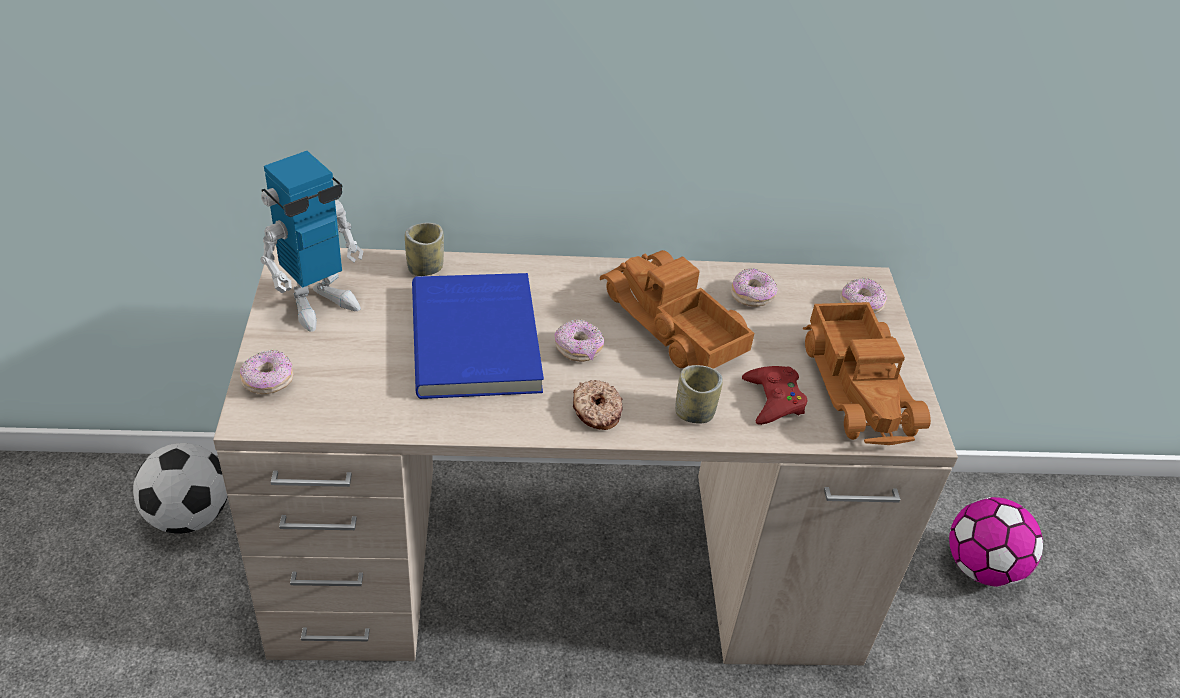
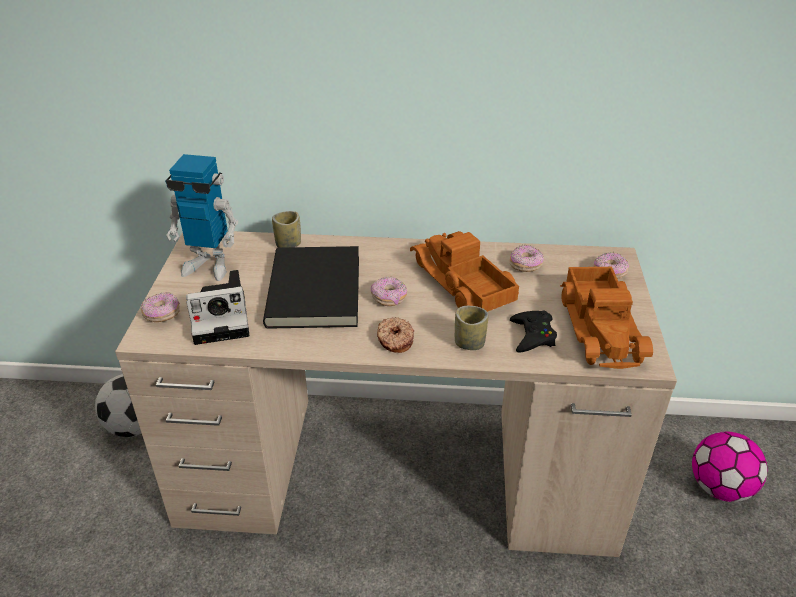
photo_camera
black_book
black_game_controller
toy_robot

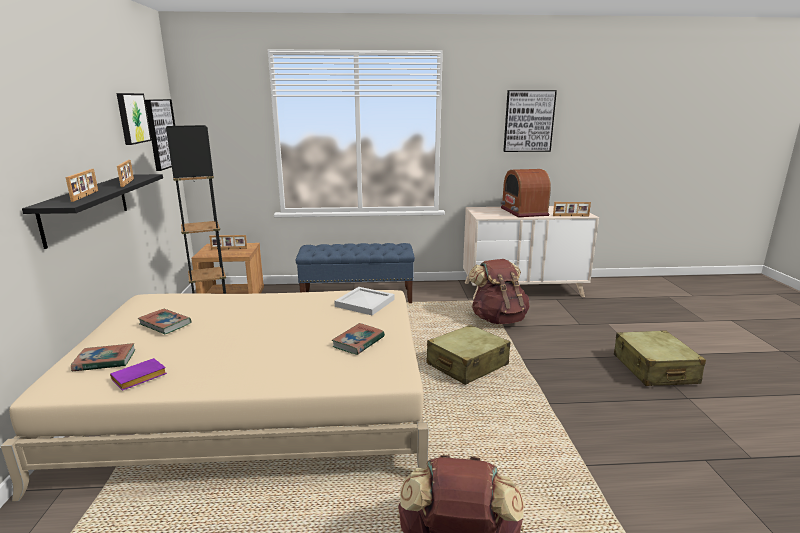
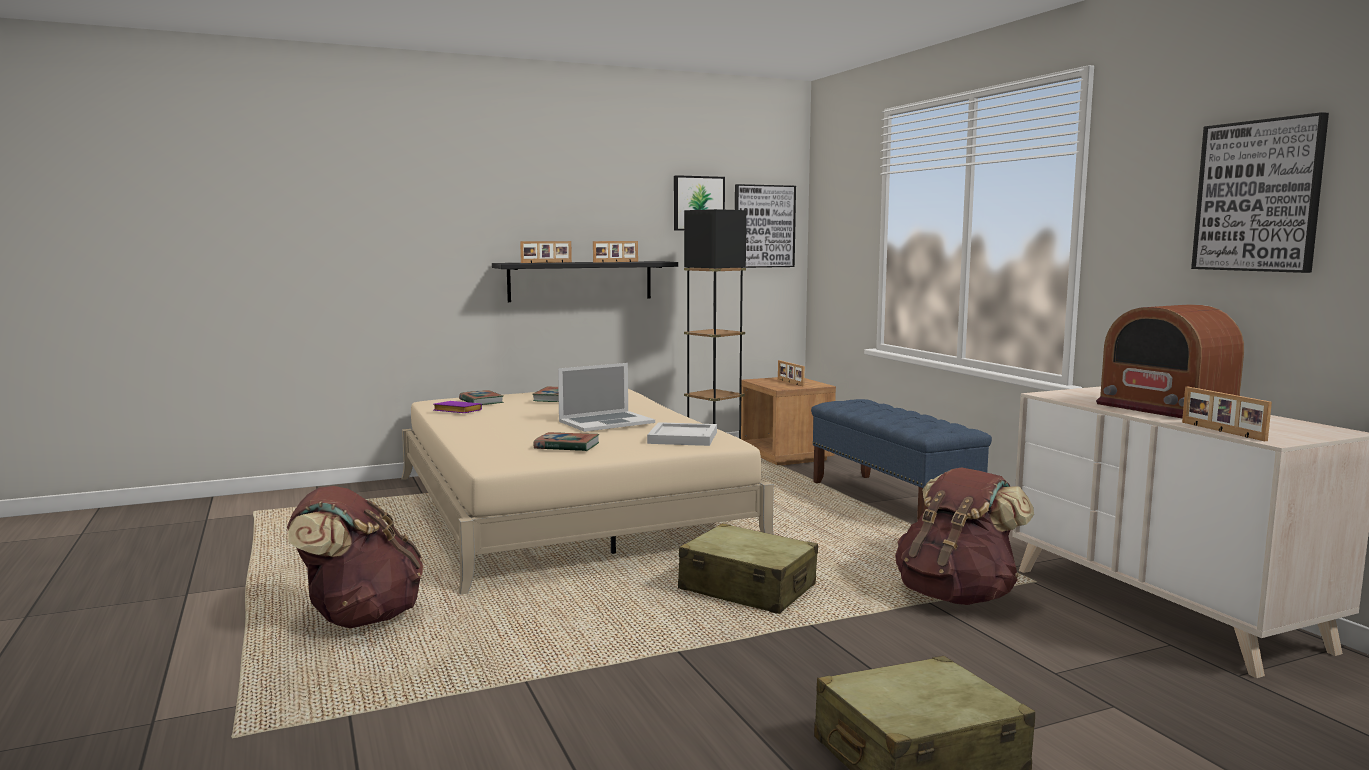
laptop
radio

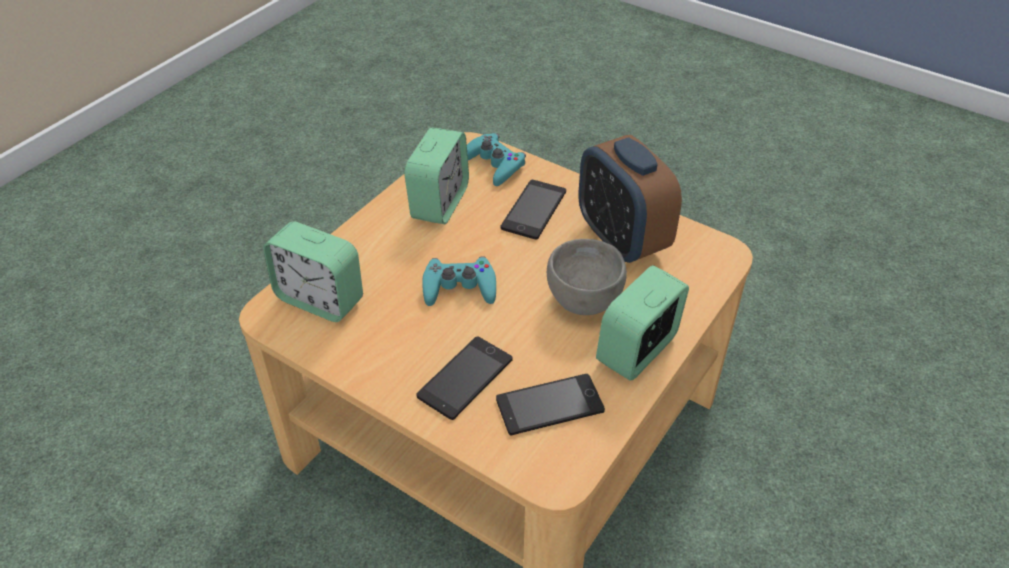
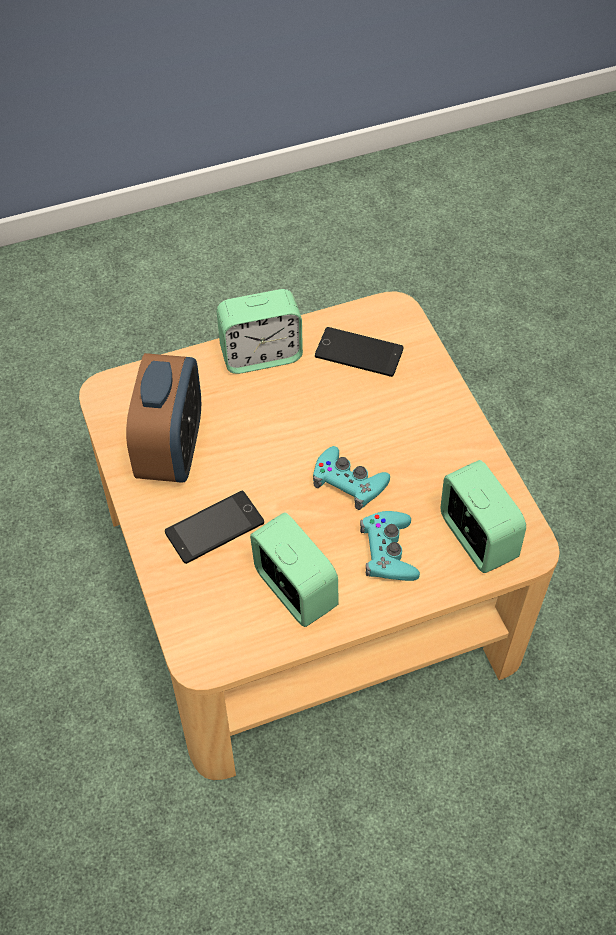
phone (1st from left in the first image)
grey_bowl
turquoise_game_controller (2nd from left)
alarm_clock (3rd from left)

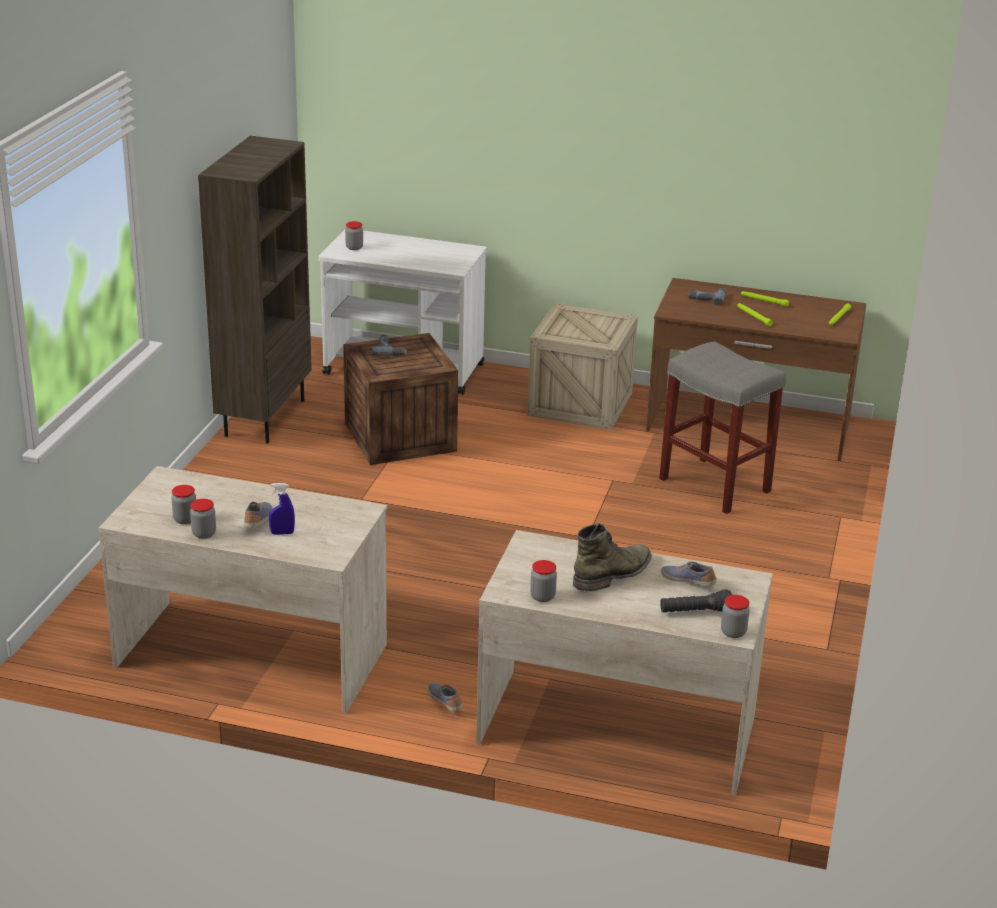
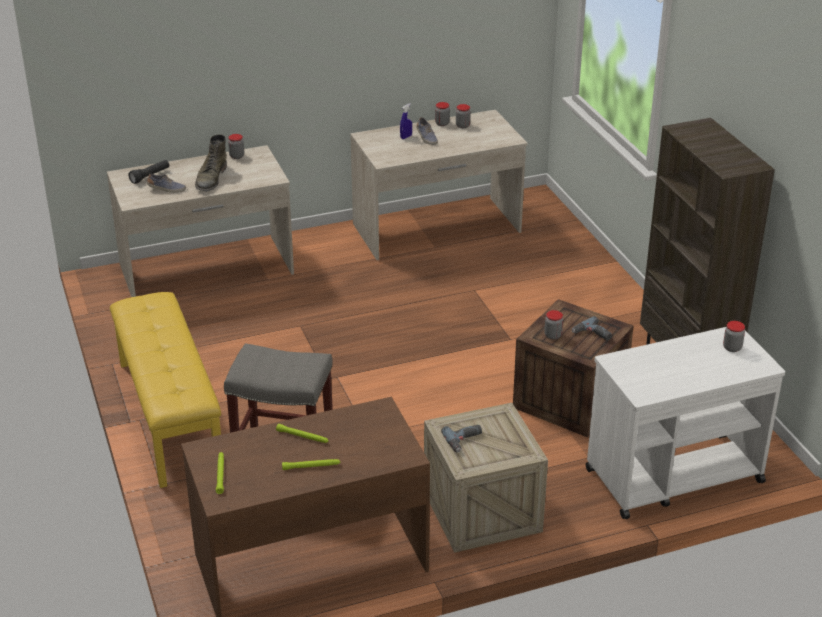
shoe (2nd from left in the first image)
yellow_bench
power_drill (1st from left)
jar (4th from left)

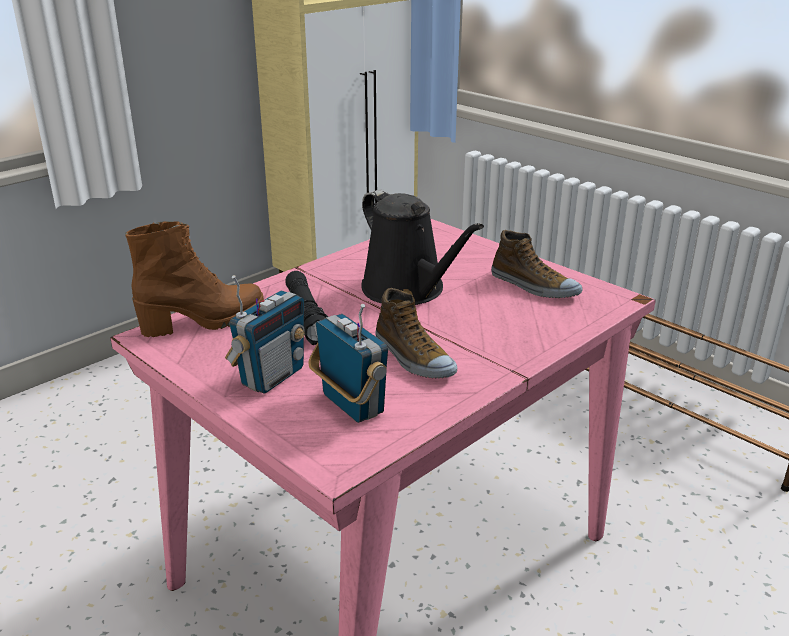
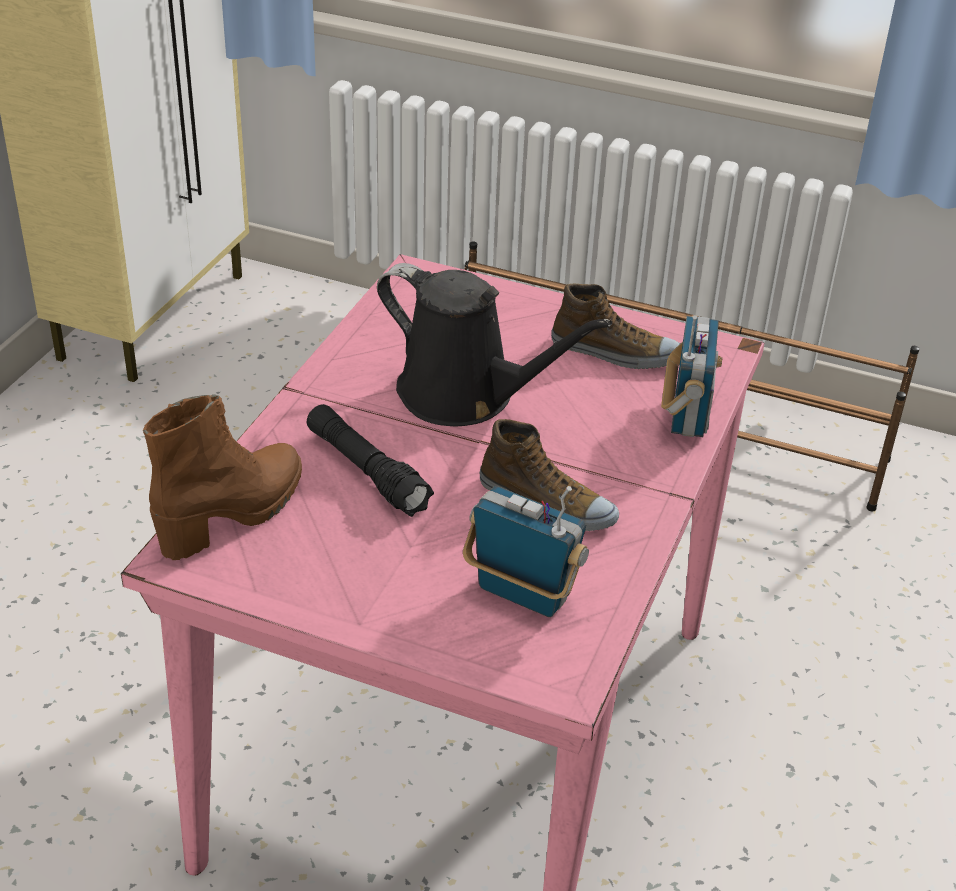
radio (2nd from left)

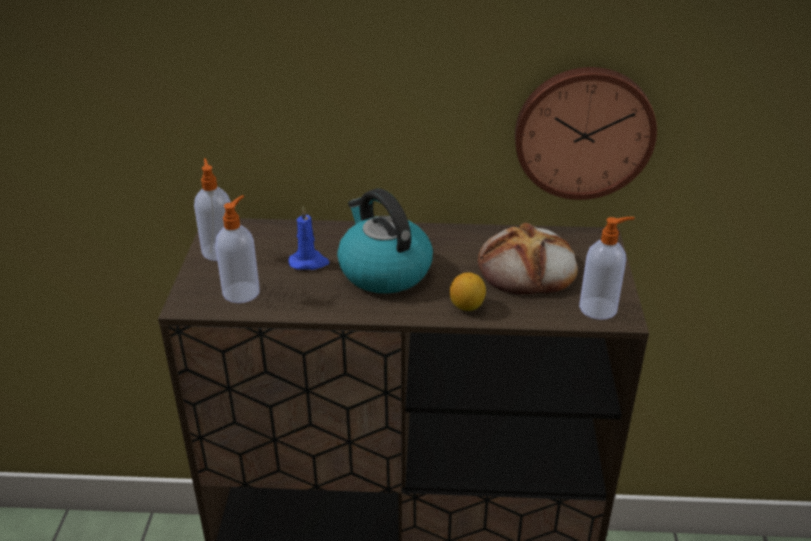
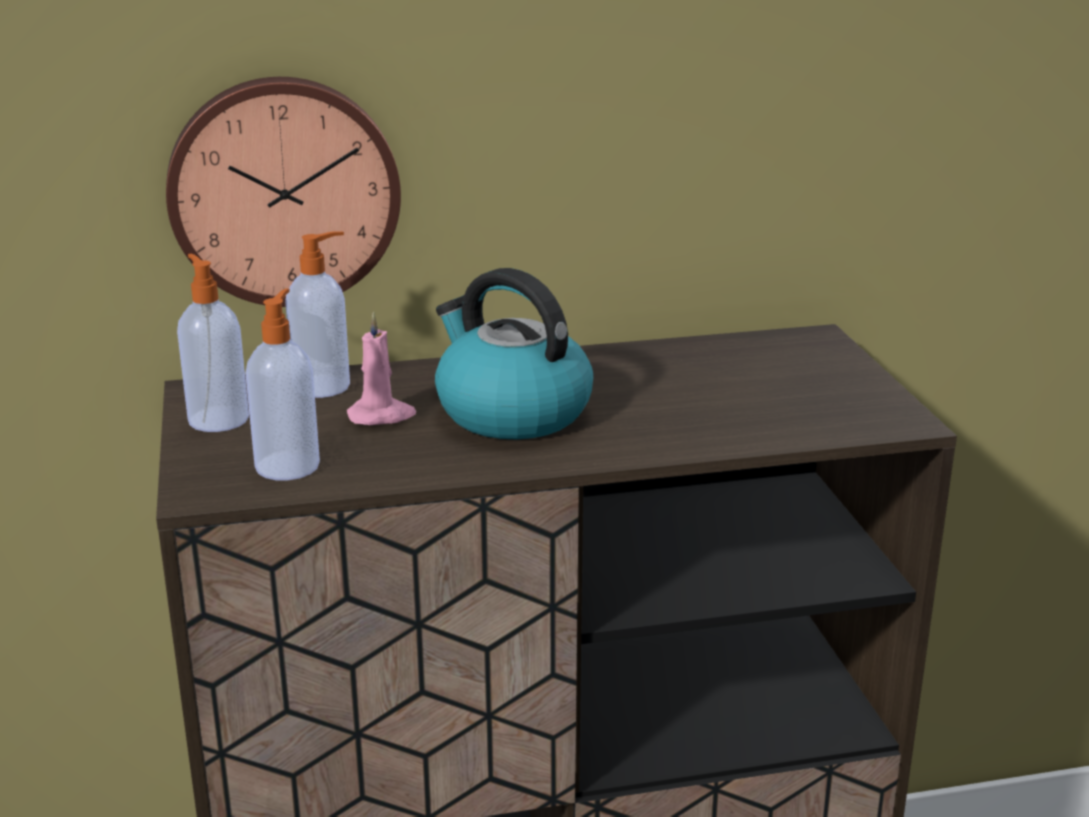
lemon
bread
wall_clock
soap_dispenser (3rd from left)
pink_candle

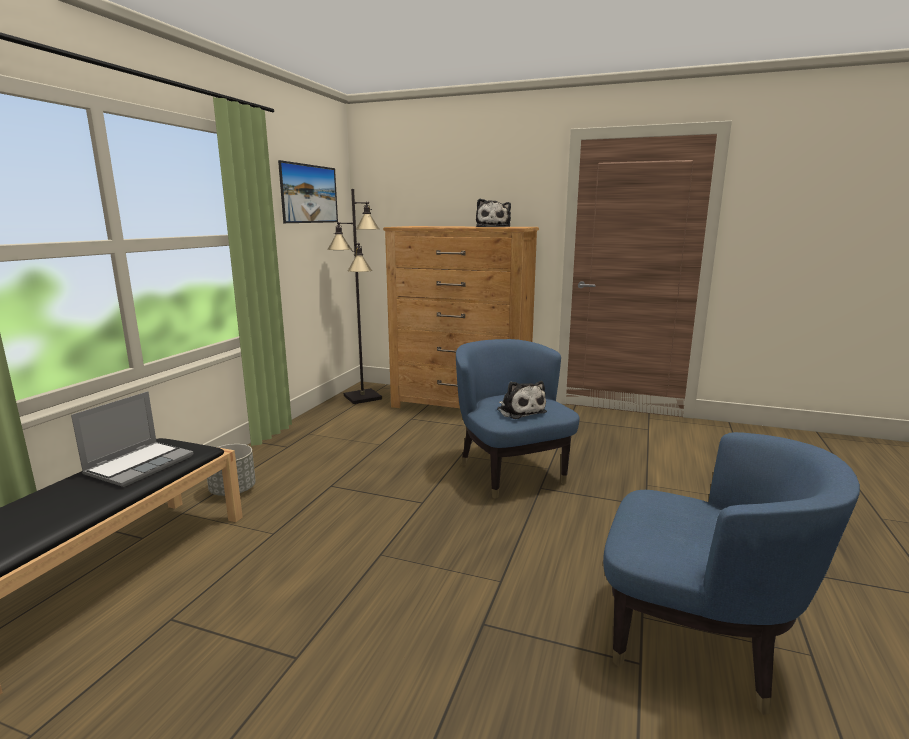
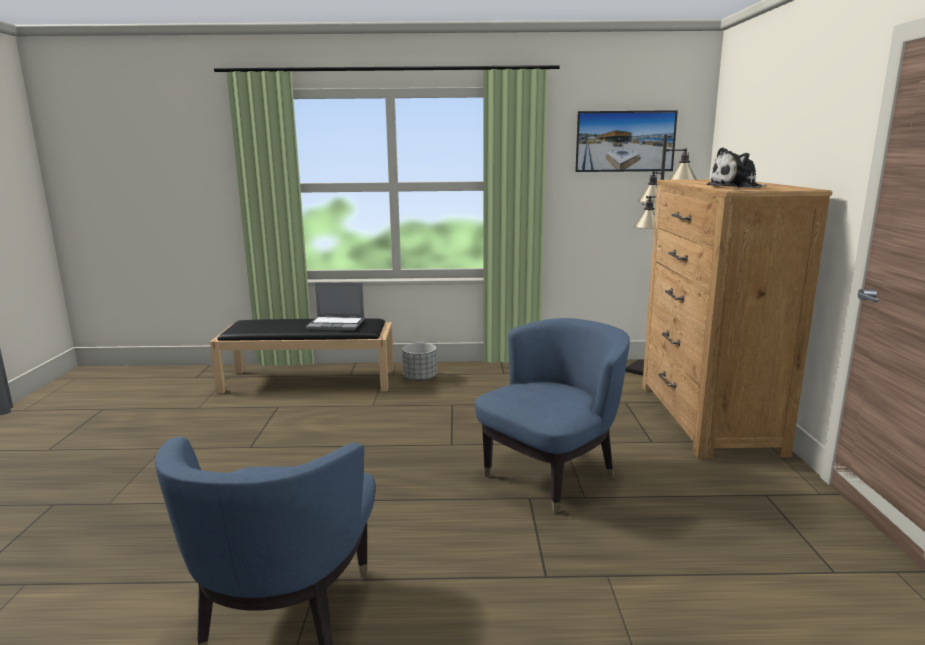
plush_toy (2nd from left in the first image)

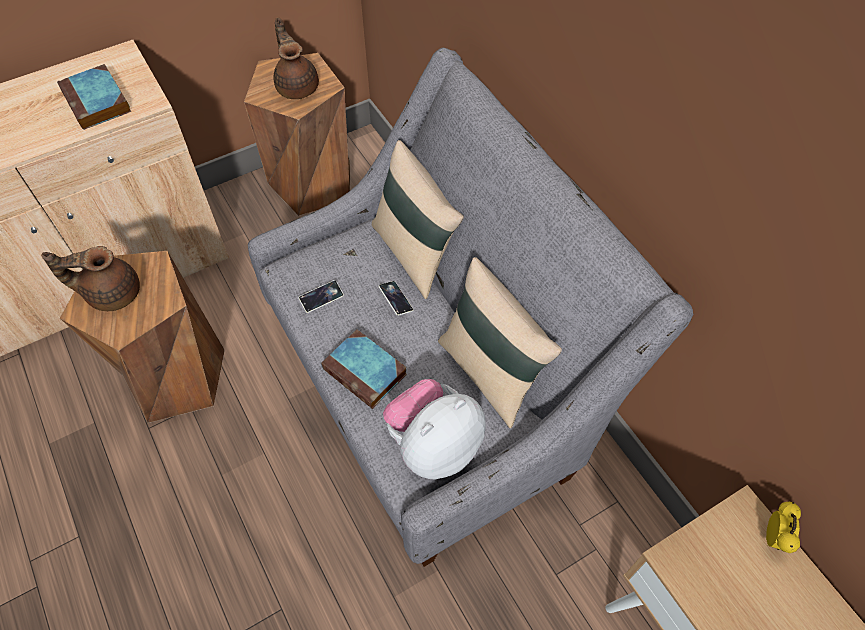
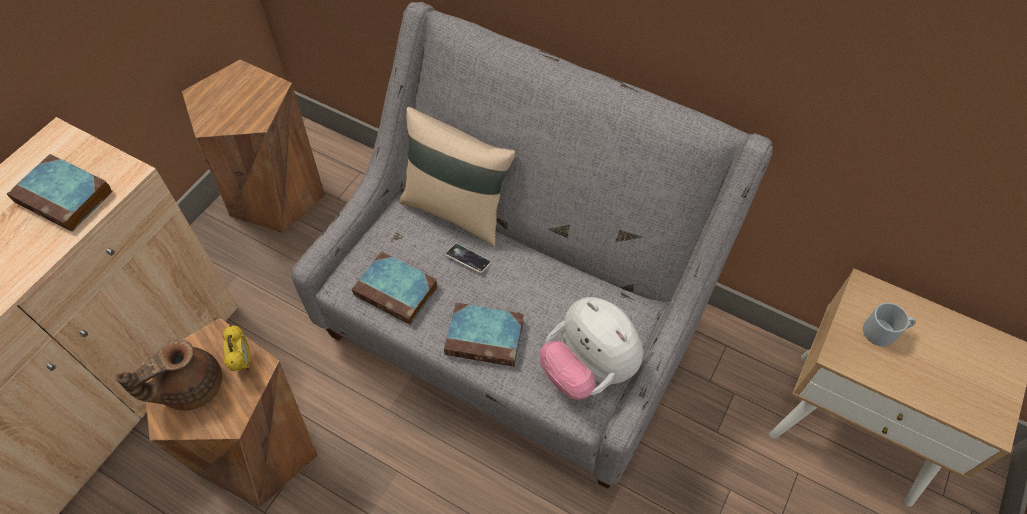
brown_teapot (2nd from left in the first image)
beige_pillow (2nd from left in the first image)
grey_mug
alarm_clock
book (2nd from left)
plush_toy

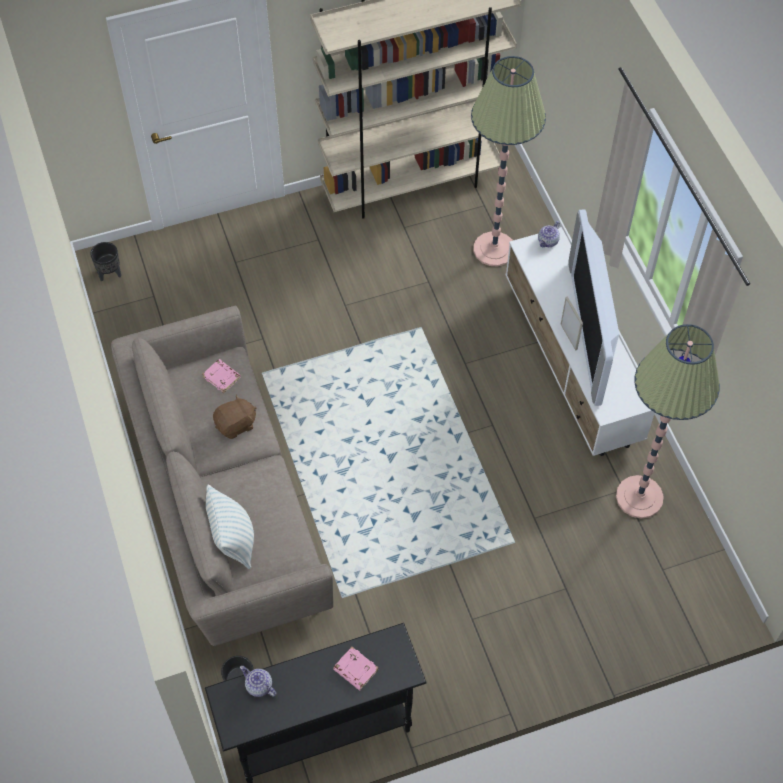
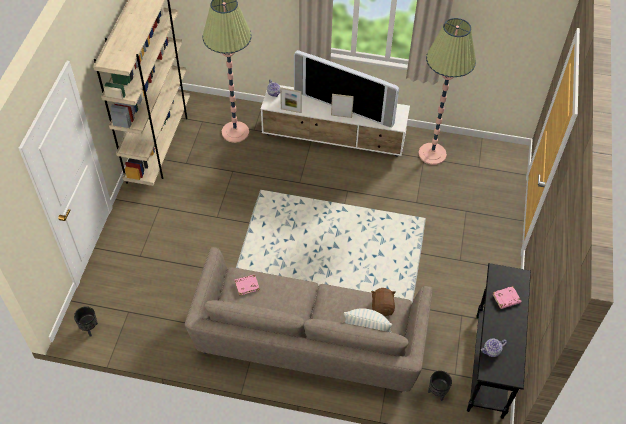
picture_frame (1st from left)
brown_plush_toy

